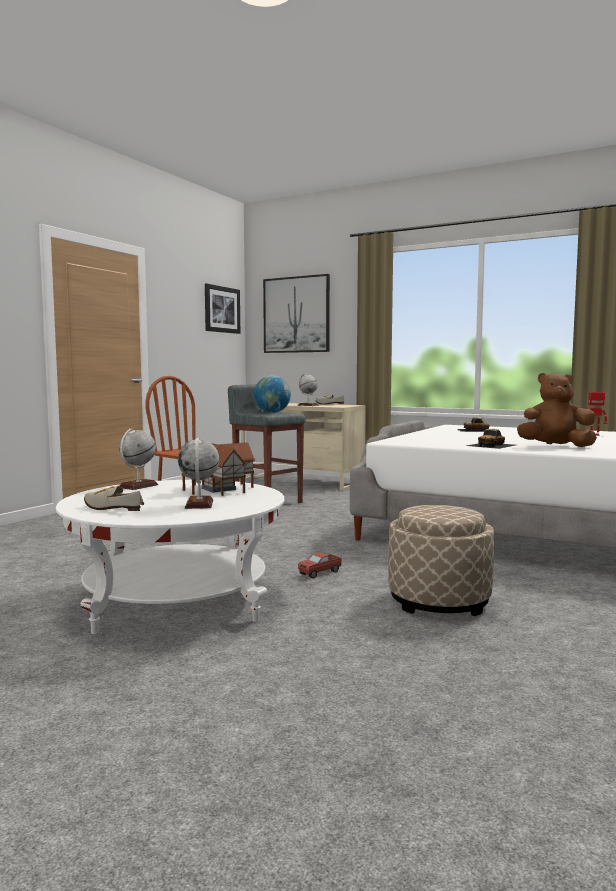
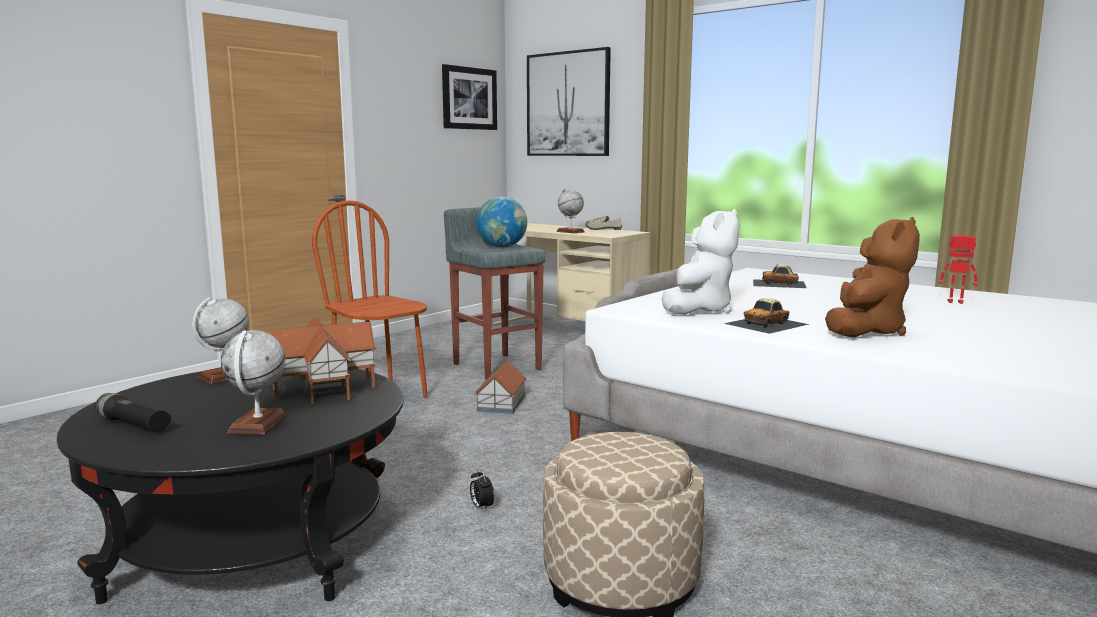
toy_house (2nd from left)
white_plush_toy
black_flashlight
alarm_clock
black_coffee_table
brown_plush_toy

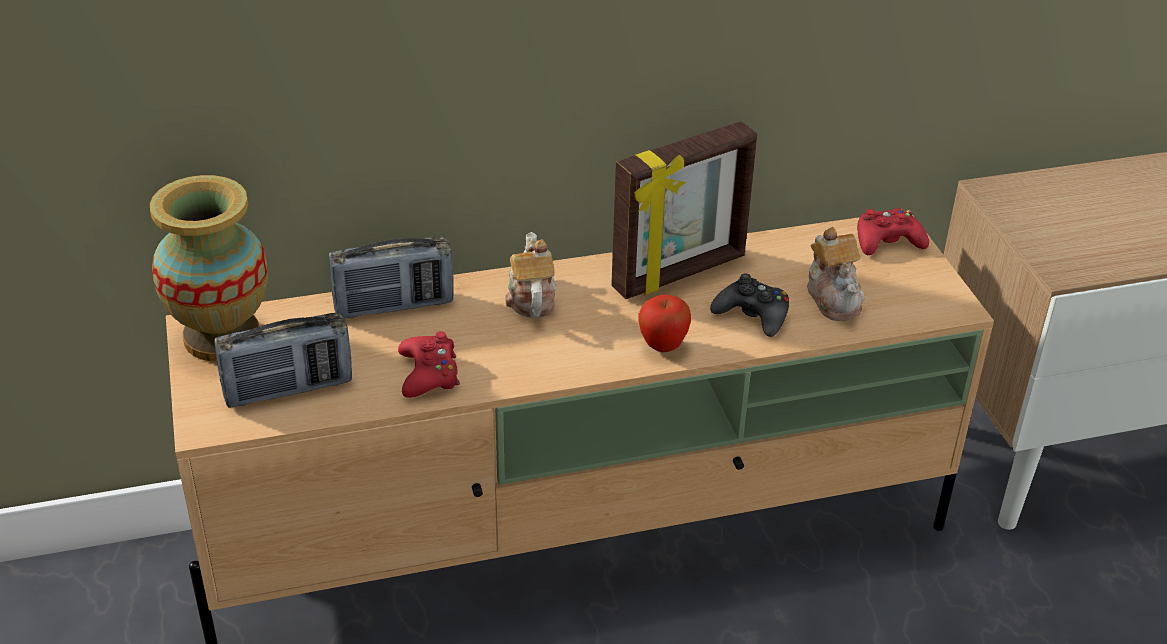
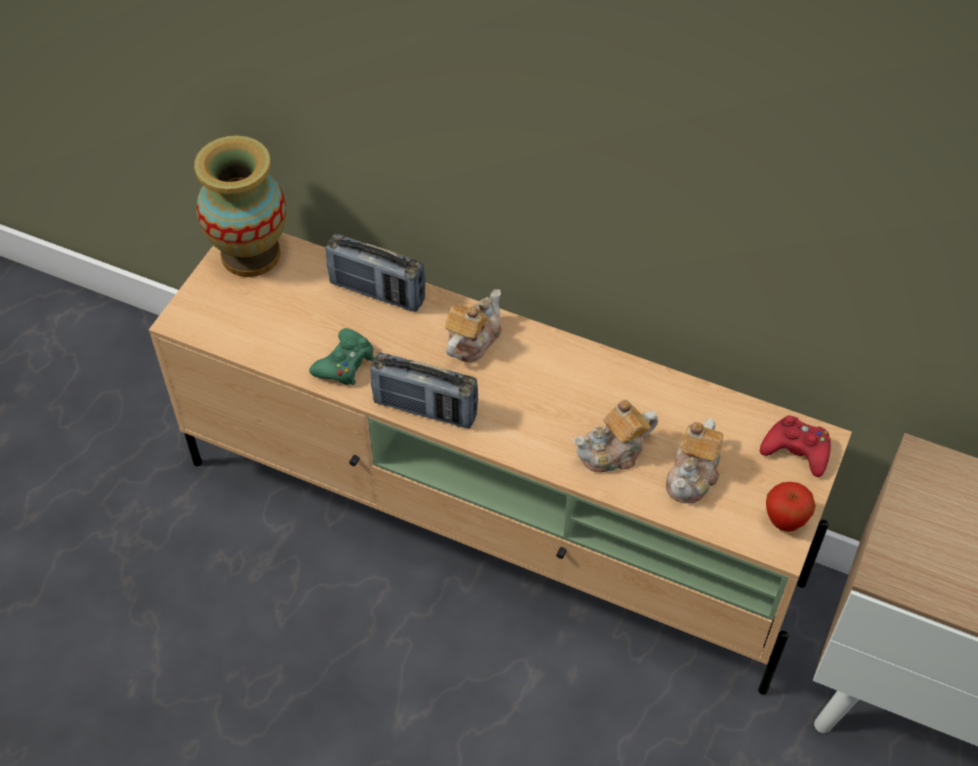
picture_frame
radio (2nd from left)
apple
teapot (2nd from left)
green_game_controller

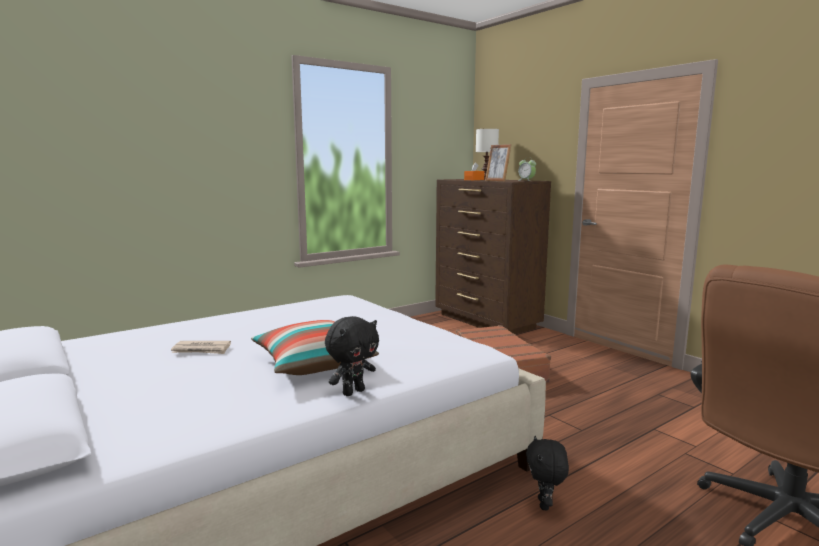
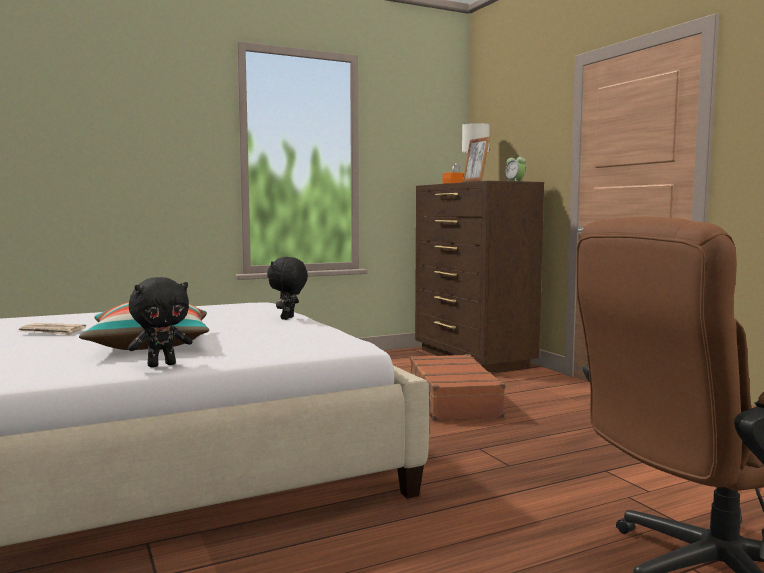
black_plush_toy (2nd from left)

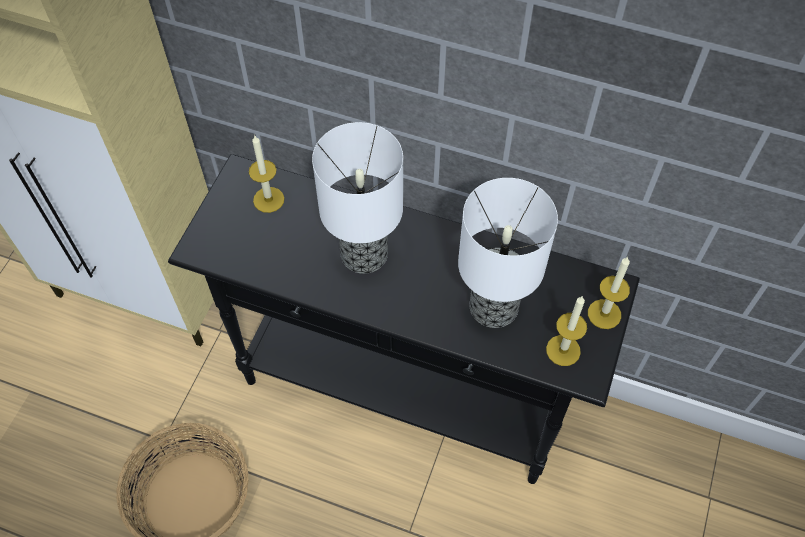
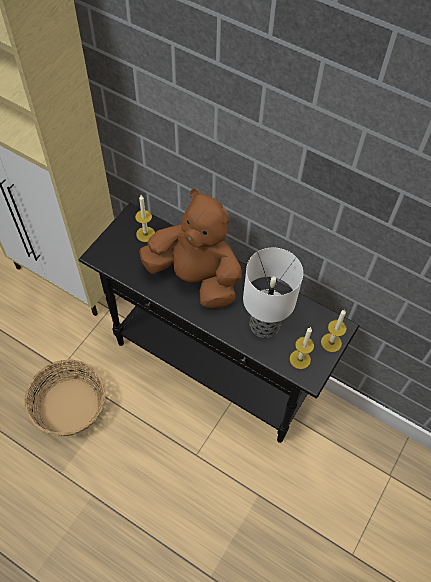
brown_plush_toy

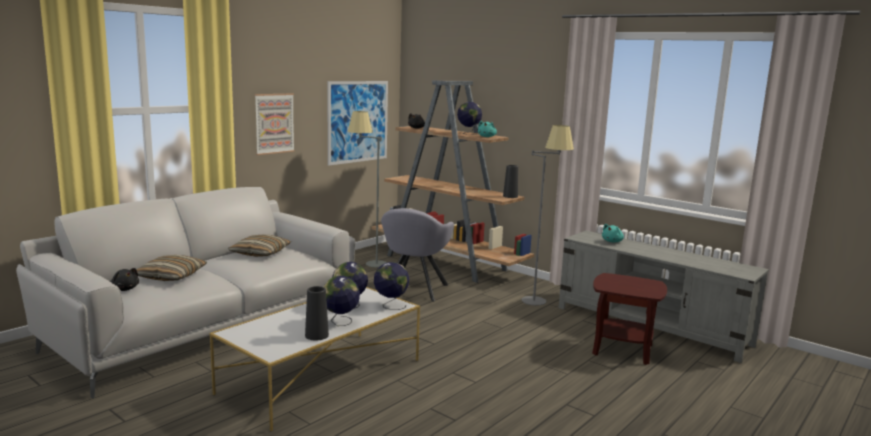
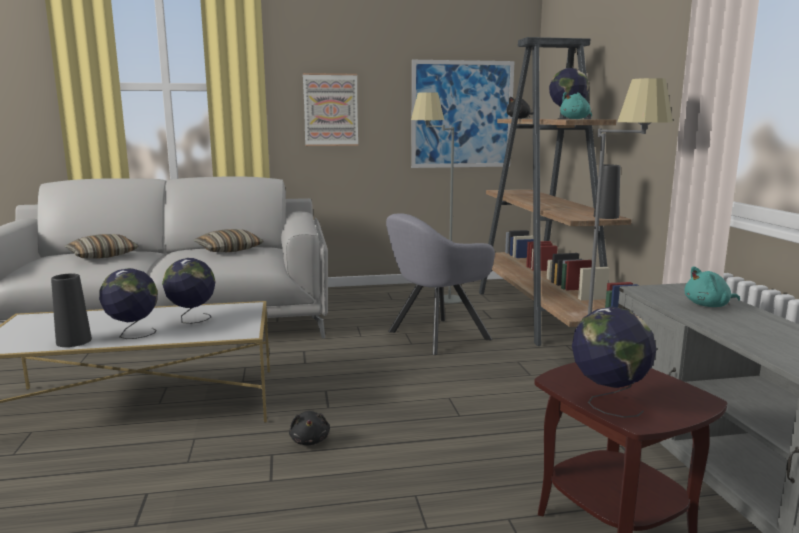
black_plush_toy (1st from left)
globe (4th from left)

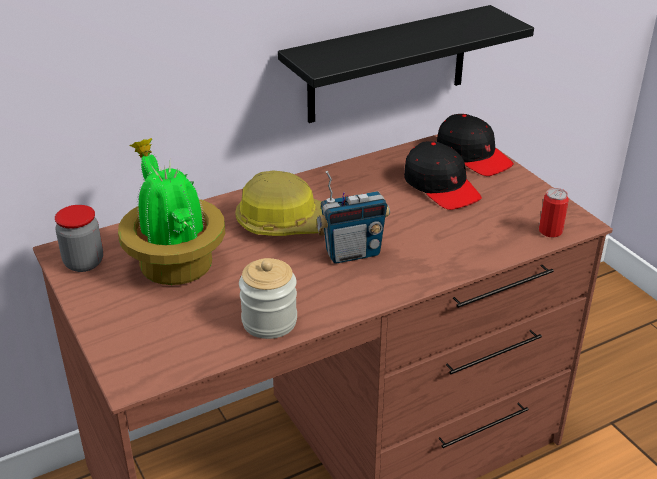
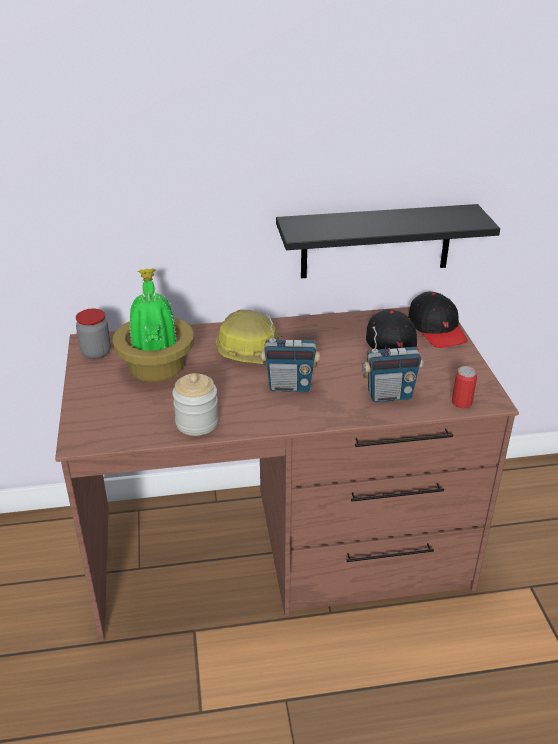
radio (2nd from left)

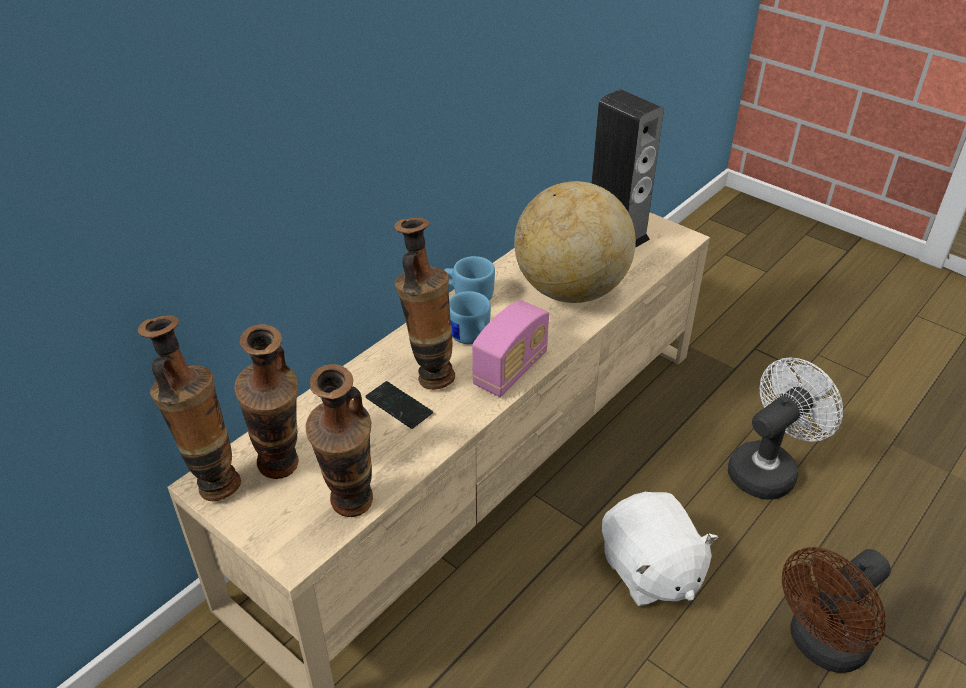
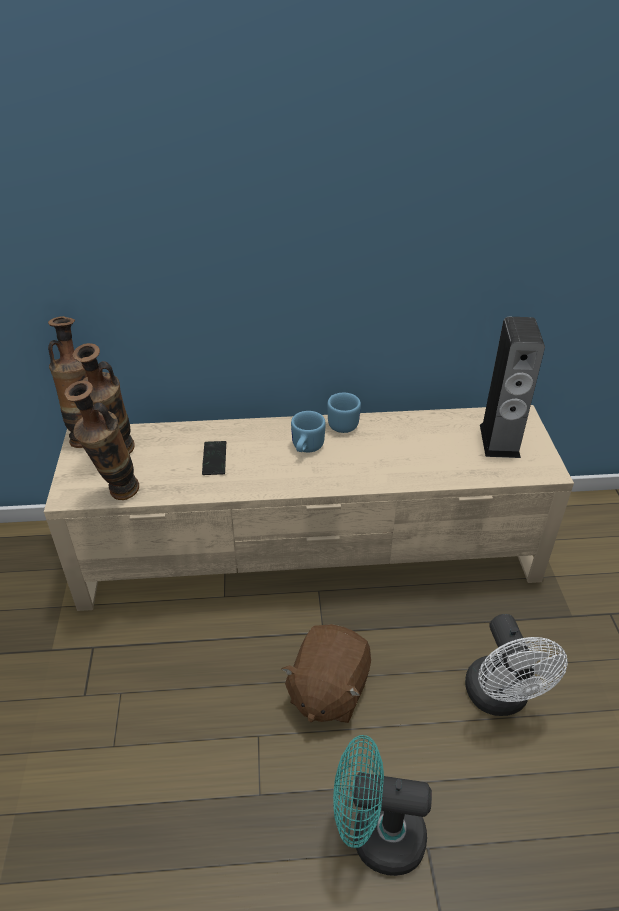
vase (4th from left in the first image)
radio
globe
brown_plush_toy
turquoise_fan
white_fan

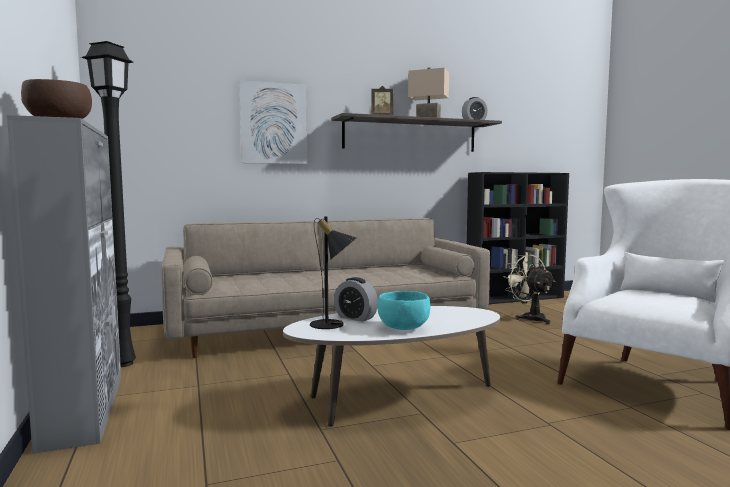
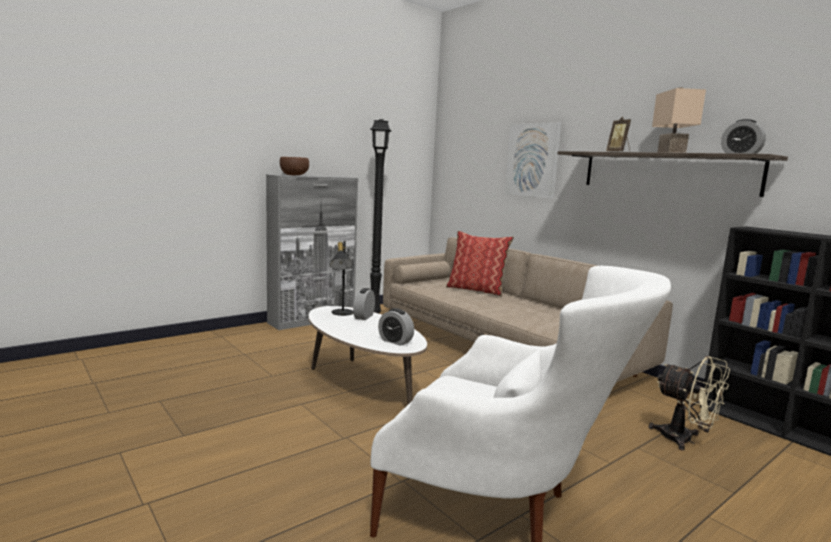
turquoise_bowl
alarm_clock (2nd from left)
pillow
beige_fan

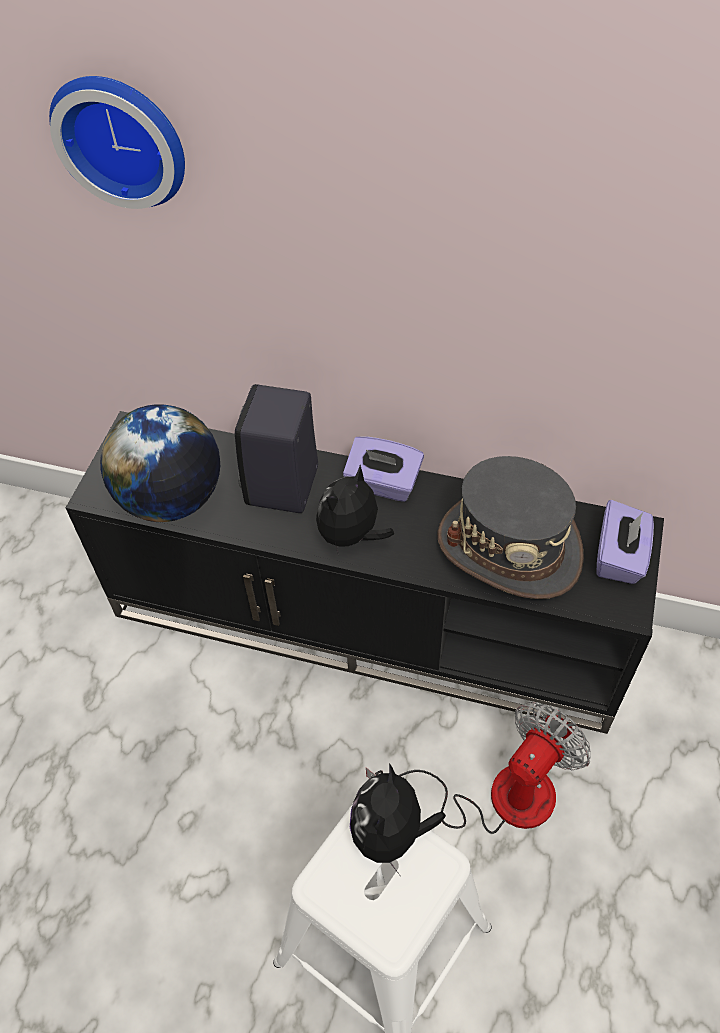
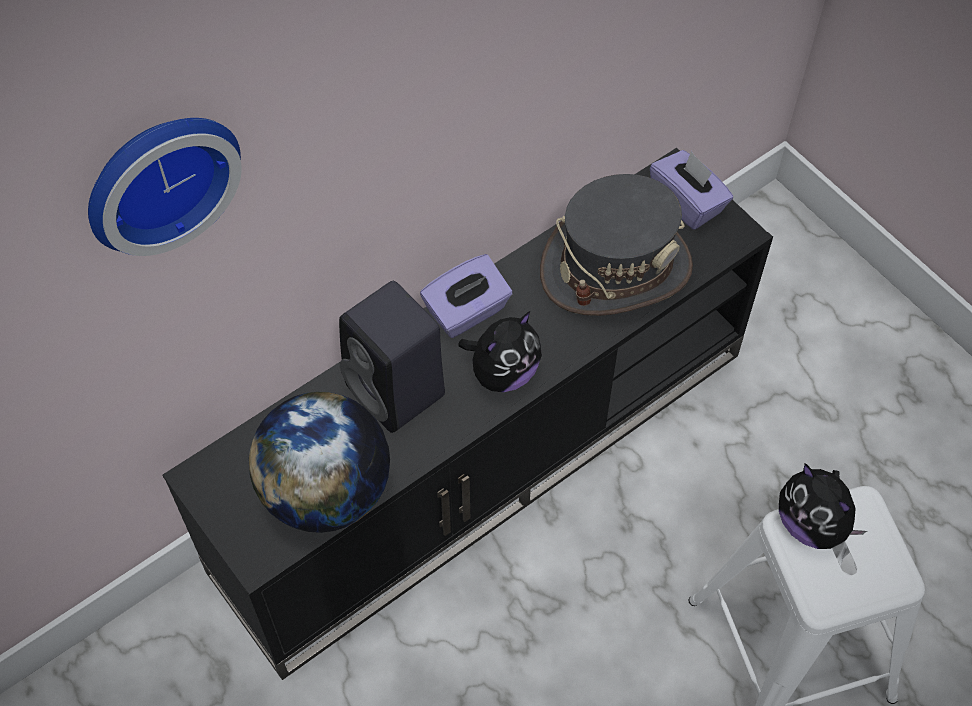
fan
plush_toy (1st from left)

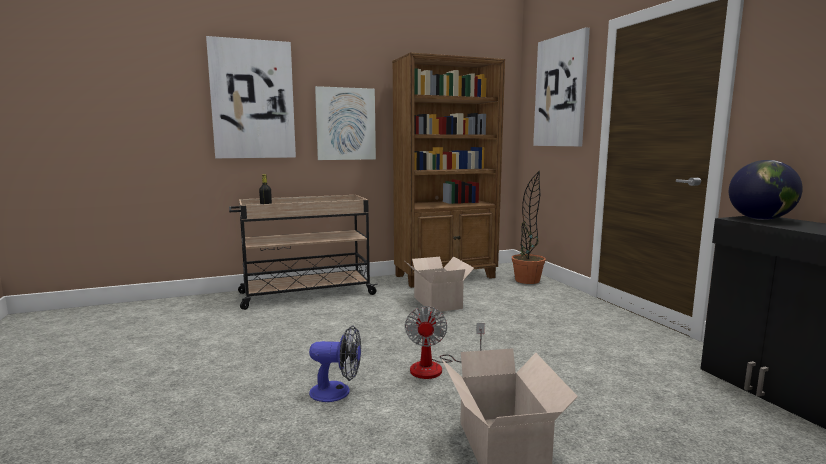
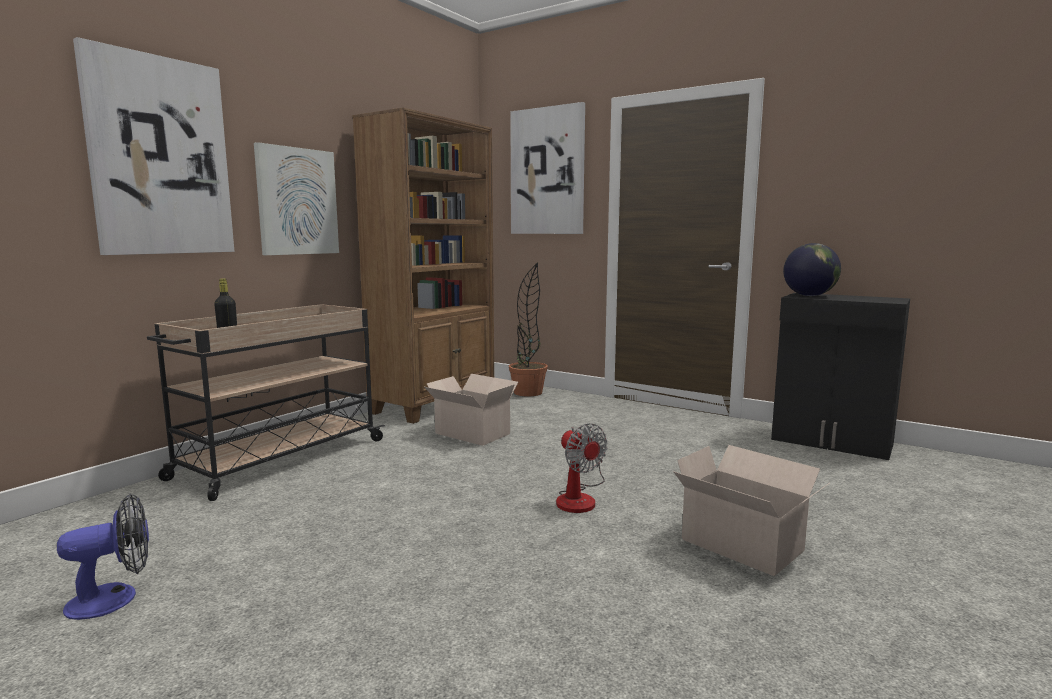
fan (1st from left)

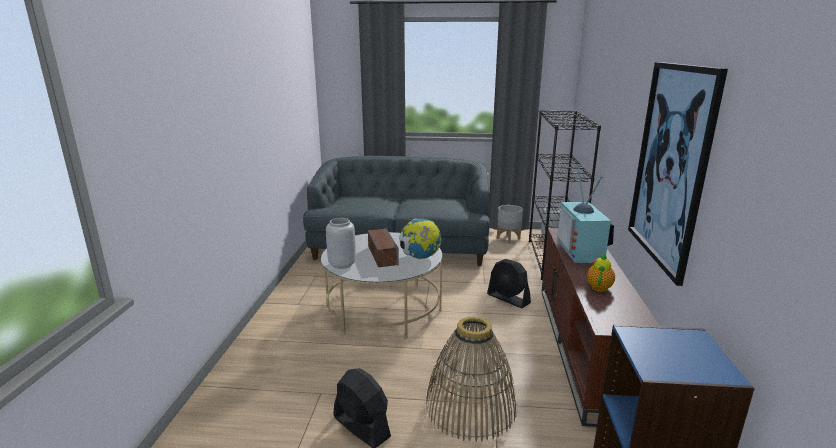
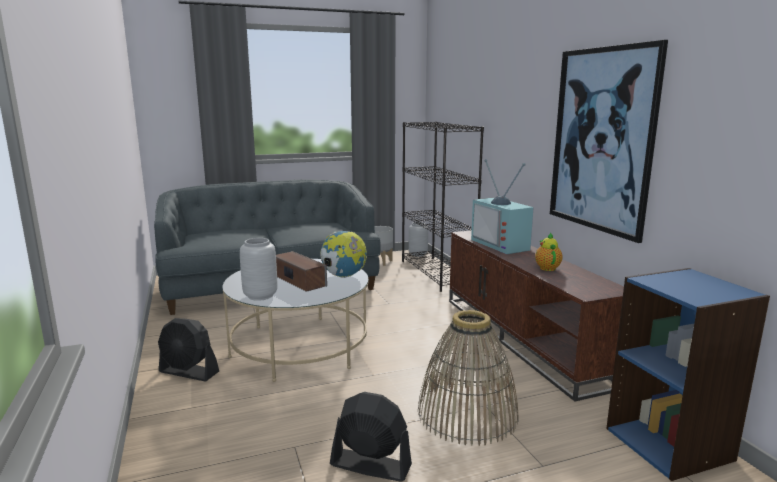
black_fan (1st from left)

